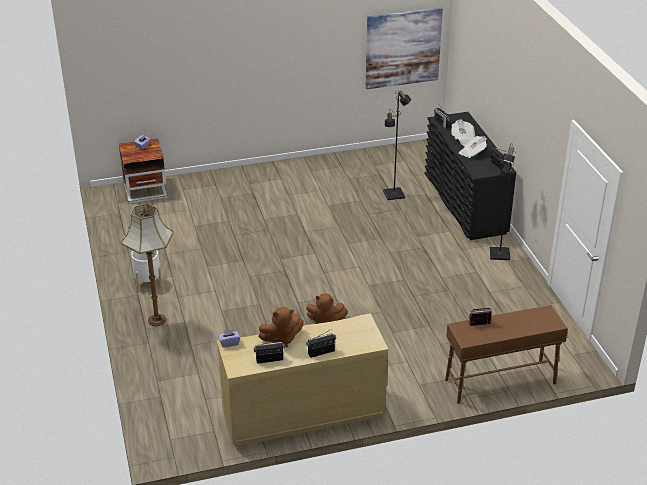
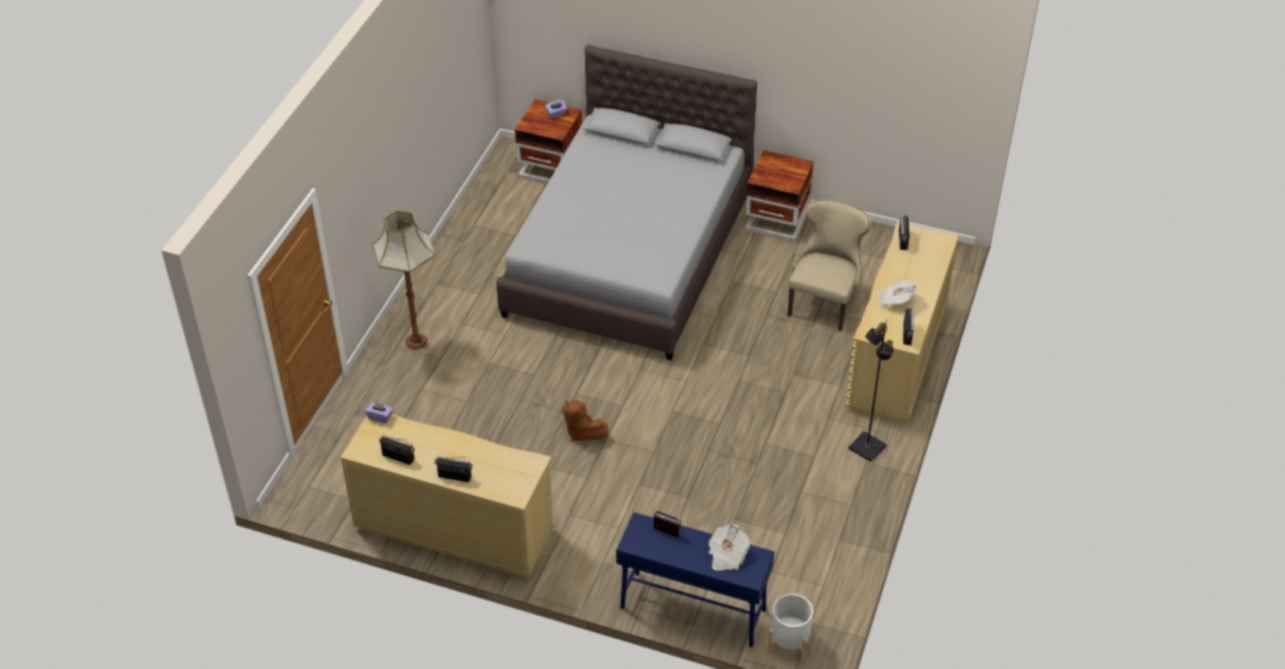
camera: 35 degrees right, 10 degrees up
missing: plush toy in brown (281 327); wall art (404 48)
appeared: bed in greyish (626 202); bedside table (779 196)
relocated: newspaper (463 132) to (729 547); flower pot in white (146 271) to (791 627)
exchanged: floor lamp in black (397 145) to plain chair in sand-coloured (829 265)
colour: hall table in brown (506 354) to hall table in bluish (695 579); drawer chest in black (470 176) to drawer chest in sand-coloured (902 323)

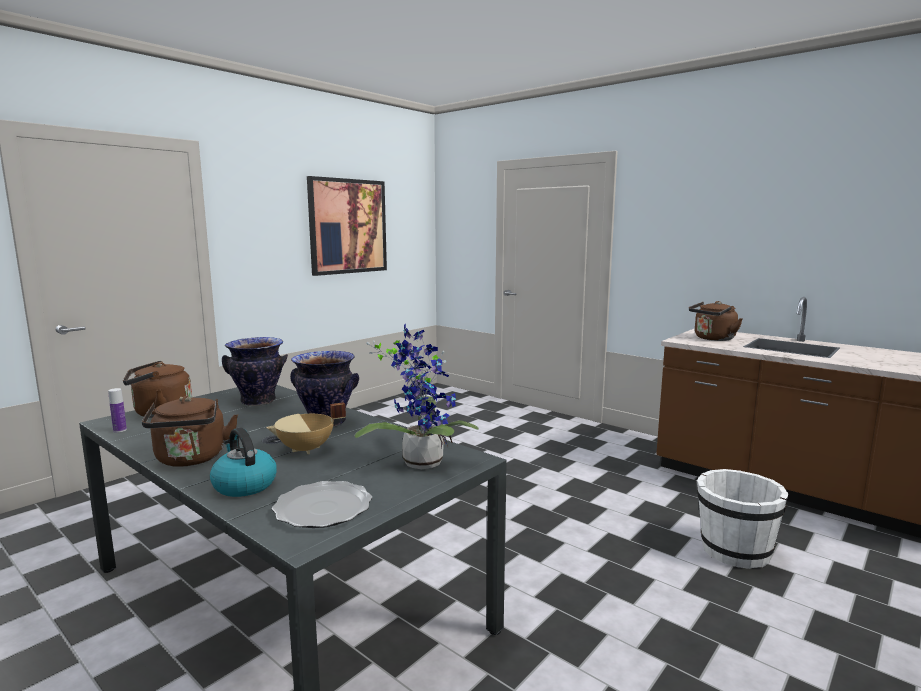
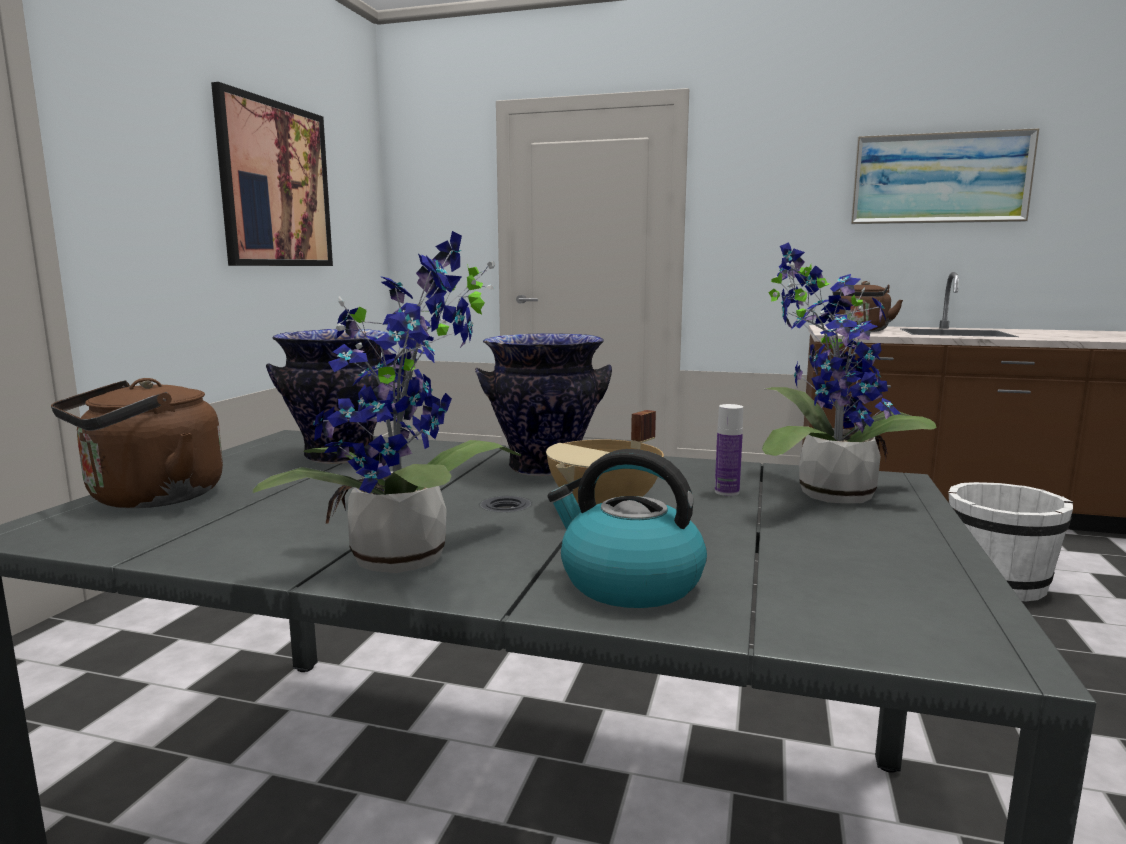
camera: 25 degrees left, 0 degrees up
missing: plate (322 504)
appeared: wall art (945 176)
relocated: beverage bottle (117 410) to (729 450)
exchanged: tea kettle in brown (190 431) to plant in a pot (387 402)

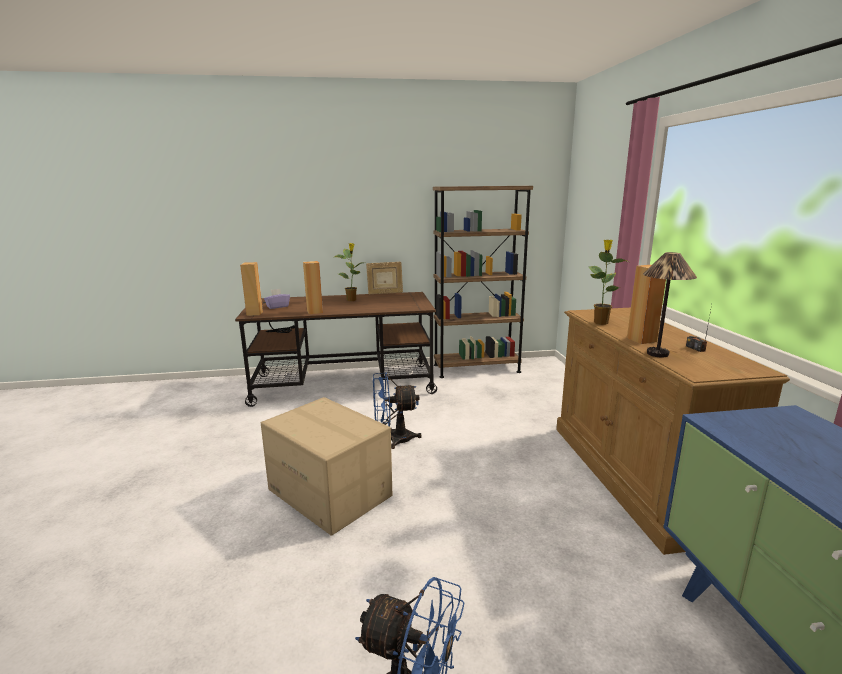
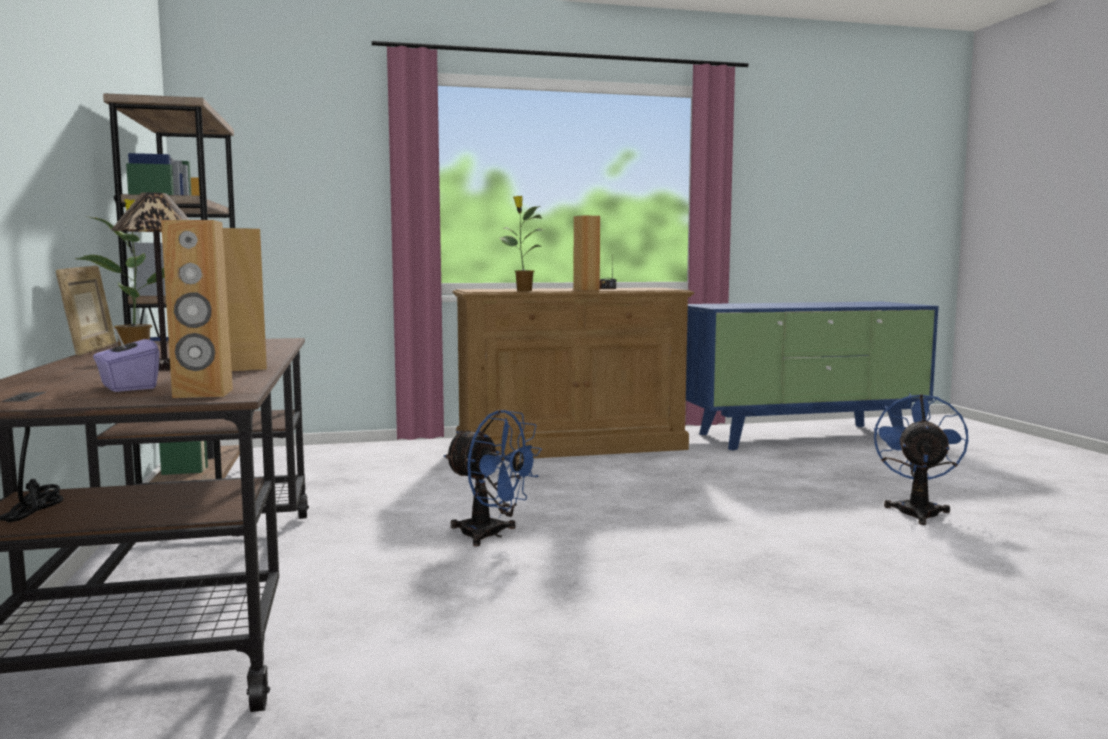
camera: 95 degrees left, 10 degrees down
missing: cardboard box (326 466)
relocated: tabletop lamp (670 305) to (150 281)
spun: fan in bluish (397 411) = (493 478) 45 degrees counterclockwise

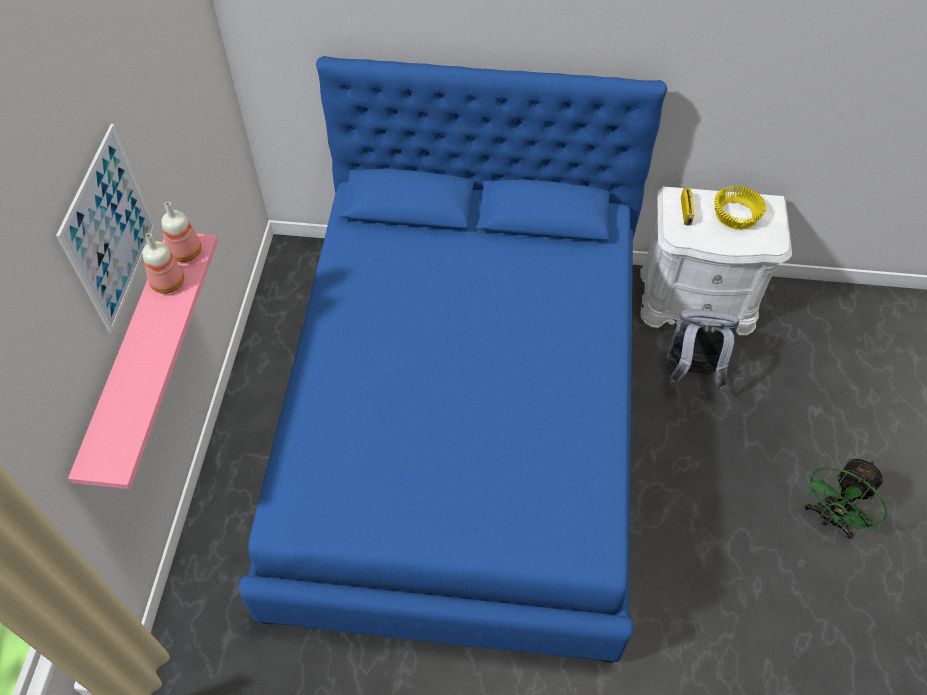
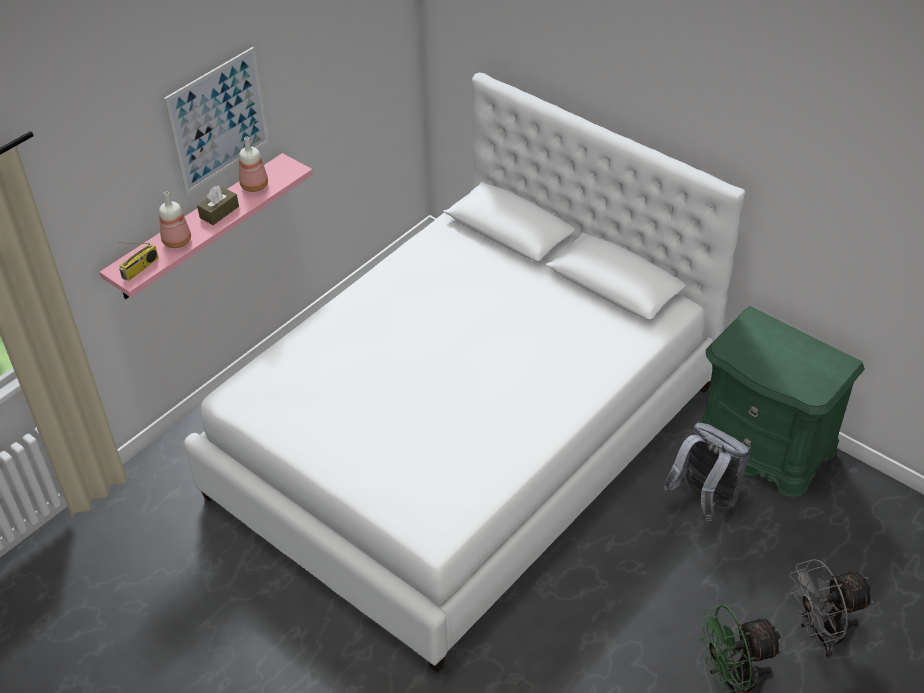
camera: 35 degrees right, 10 degrees down
missing: serving bowl in yellow-coloured (740 208)
appeared: tissue box in brown (218 205); fan in greyish (831 608)
relocated: radio receiver (688 206) to (139 261); beverage bottle (181 232) to (175 220)
colour: bed in bluish (453 359) to bed in white (465 373); bedside table in white (716 260) to bedside table in green (782 401)

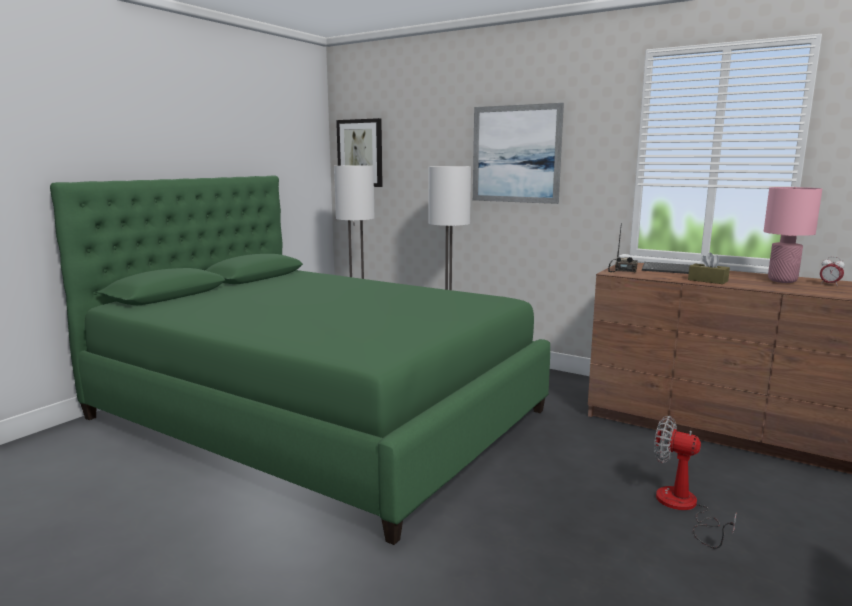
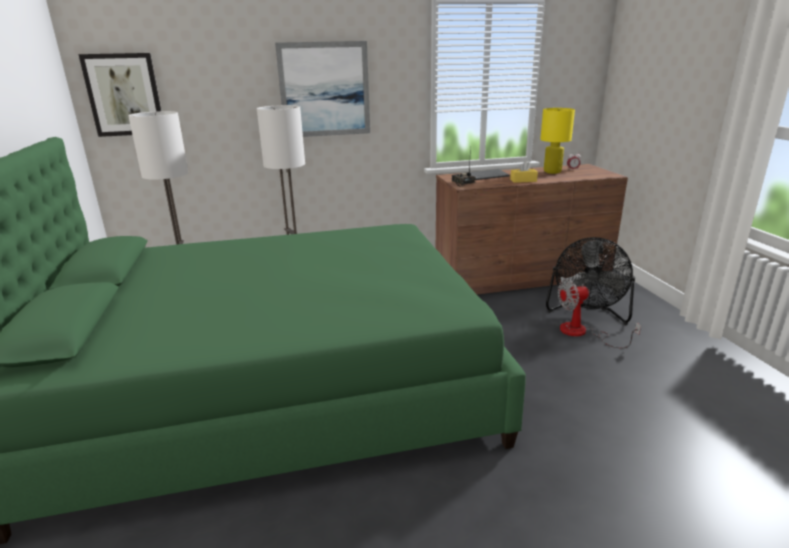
camera: 45 degrees left, 10 degrees up
appeared: fan in black (590 281)
colour: tissue box in brown (709 268) to tissue box in yellow-coloured (524 172); tabletop lamp in pink-coloured (793 235) to tabletop lamp in yellow-coloured (557 141)

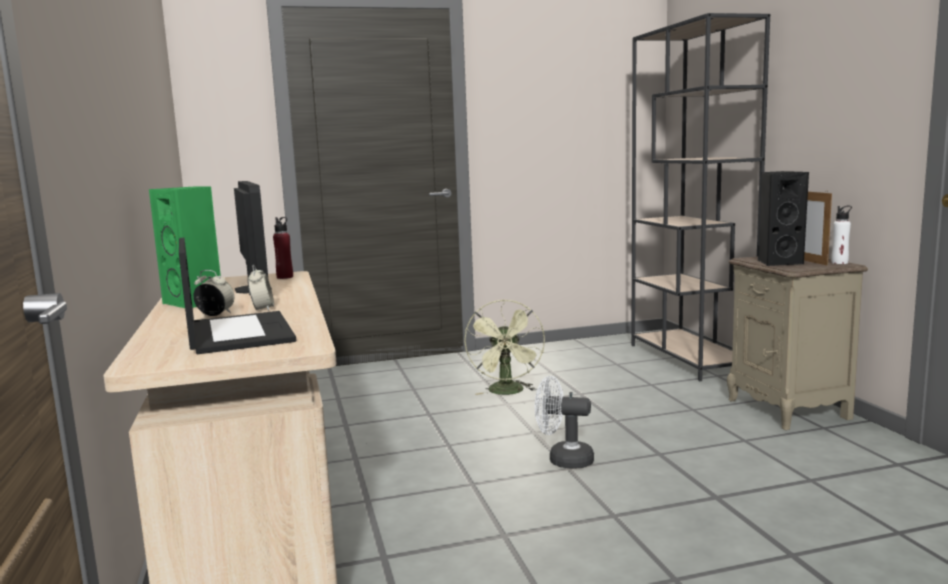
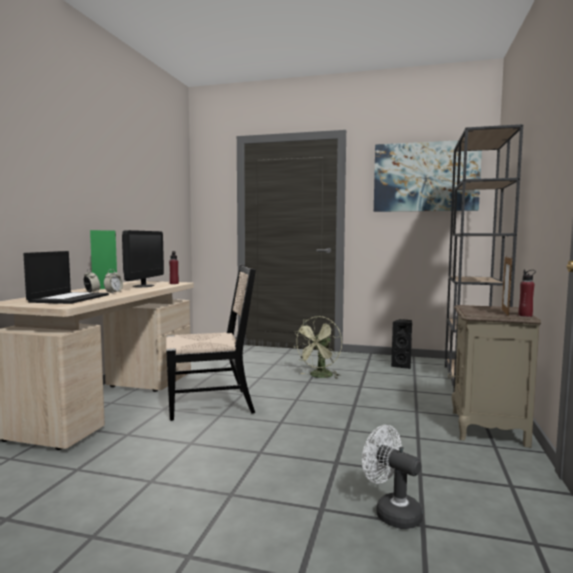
camera: 30 degrees right, 5 degrees down
appeared: plain chair (211 343); wall art (428 176)
relocated: fan in white (564 422) to (392 477); speaker in black (783 218) to (401 344)
colour: beverage bottle in white (841 234) to beverage bottle in reddish (527 293)

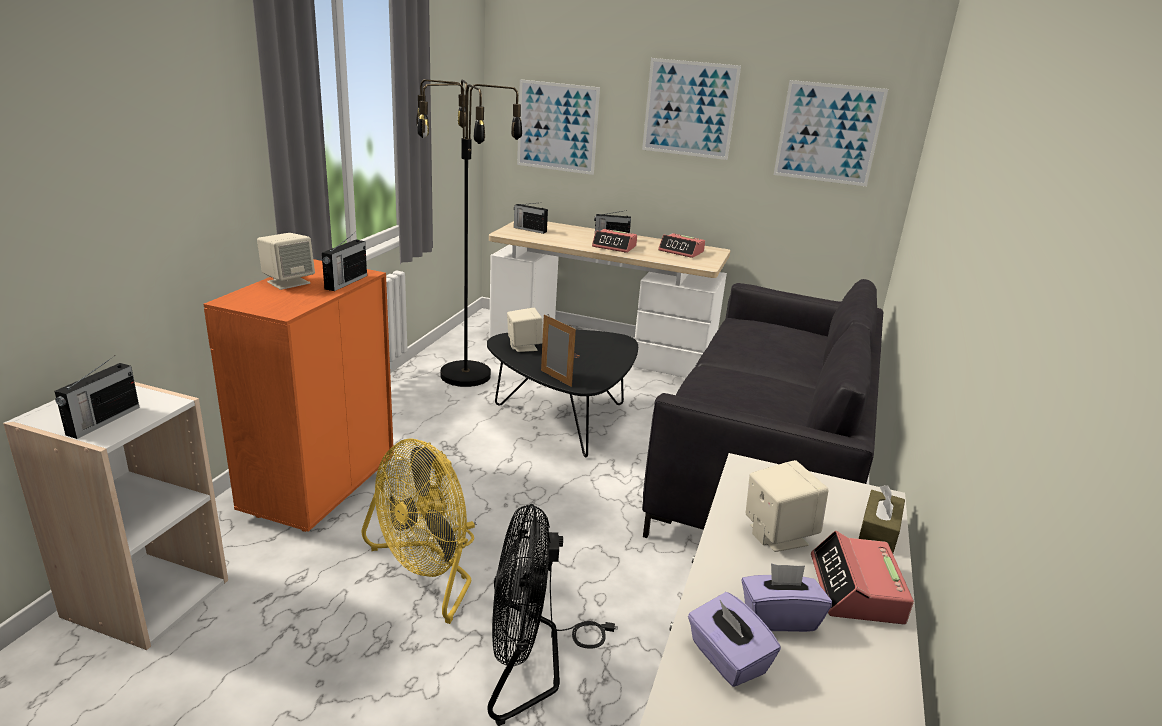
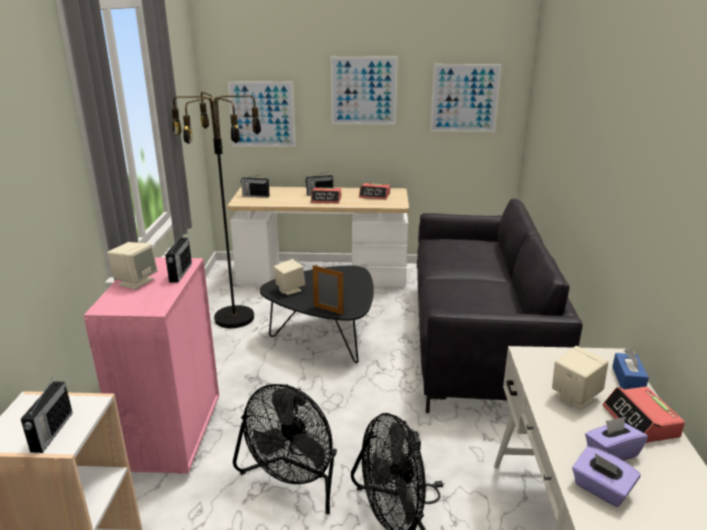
camera: 15 degrees left, 0 degrees up
colour: cabinet in orangey (298 395) to cabinet in pink-coloured (151 365); fan in yellow-coloured (419 531) to fan in black (285 449); tissue box in brown (882 519) to tissue box in bluish (630 369)

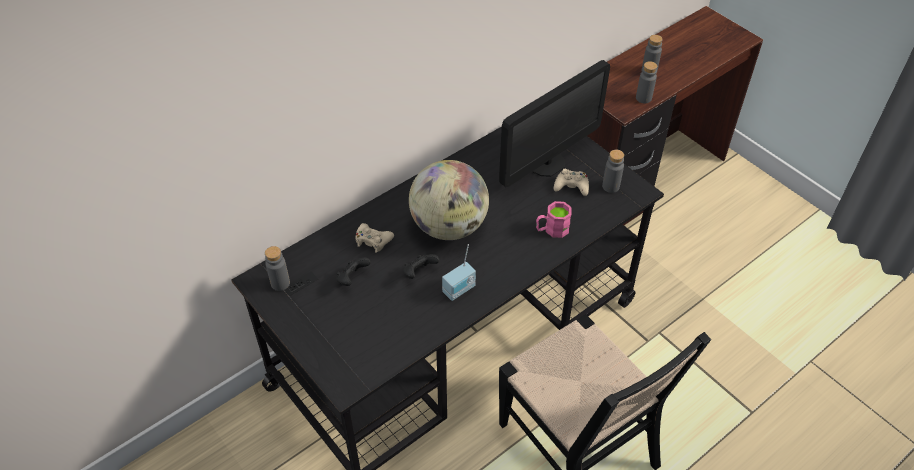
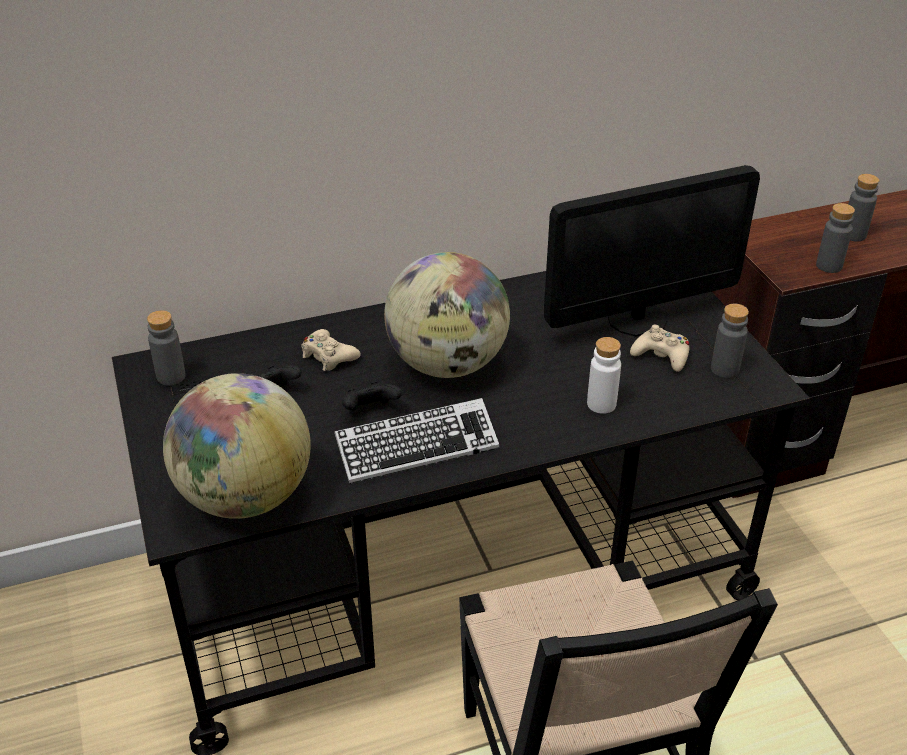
camera: 20 degrees right, 10 degrees down
appeared: desk globe (237 446)
exchanged: radio receiver (459 272) to computer keyboard (416 441); tea mug in pink-coloured (554 219) to beverage bottle in white (604 375)

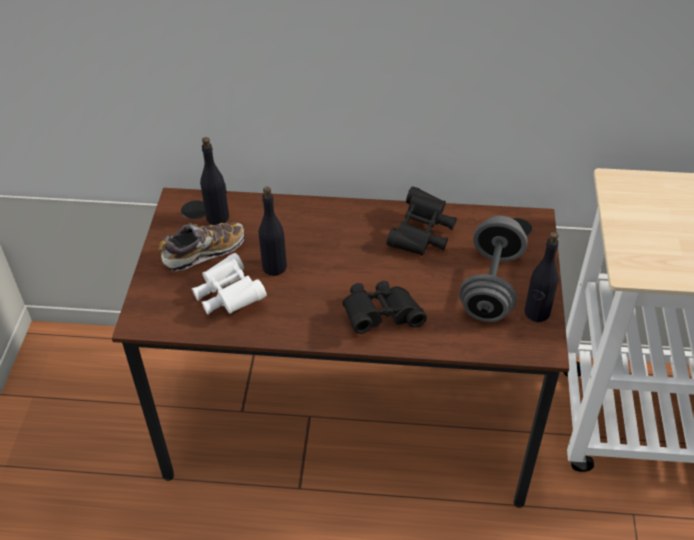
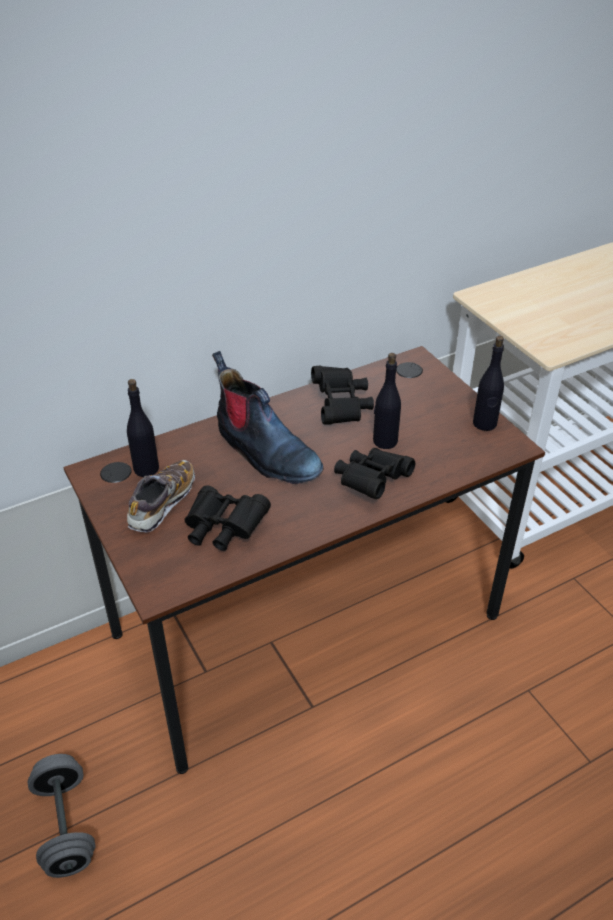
camera: 35 degrees left, 5 degrees down
appeared: tall boot (267 417)
relocated: dumbbell in greyish (493 269) to (62 816); beverage bottle in black (273 231) to (387 401)
colour: field glasses in white (229 284) to field glasses in black (227 518)

